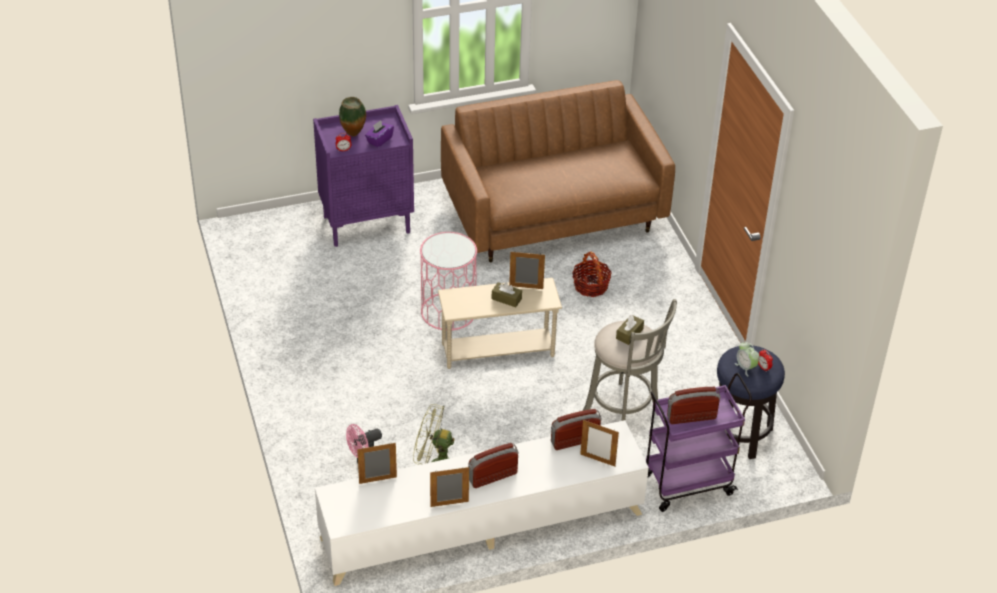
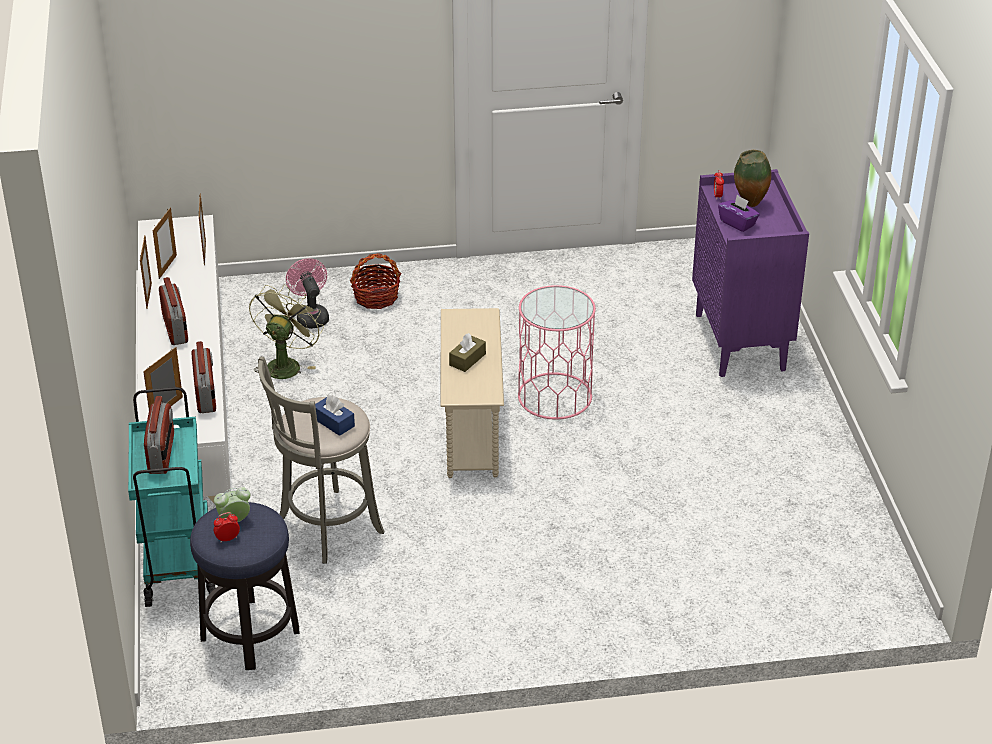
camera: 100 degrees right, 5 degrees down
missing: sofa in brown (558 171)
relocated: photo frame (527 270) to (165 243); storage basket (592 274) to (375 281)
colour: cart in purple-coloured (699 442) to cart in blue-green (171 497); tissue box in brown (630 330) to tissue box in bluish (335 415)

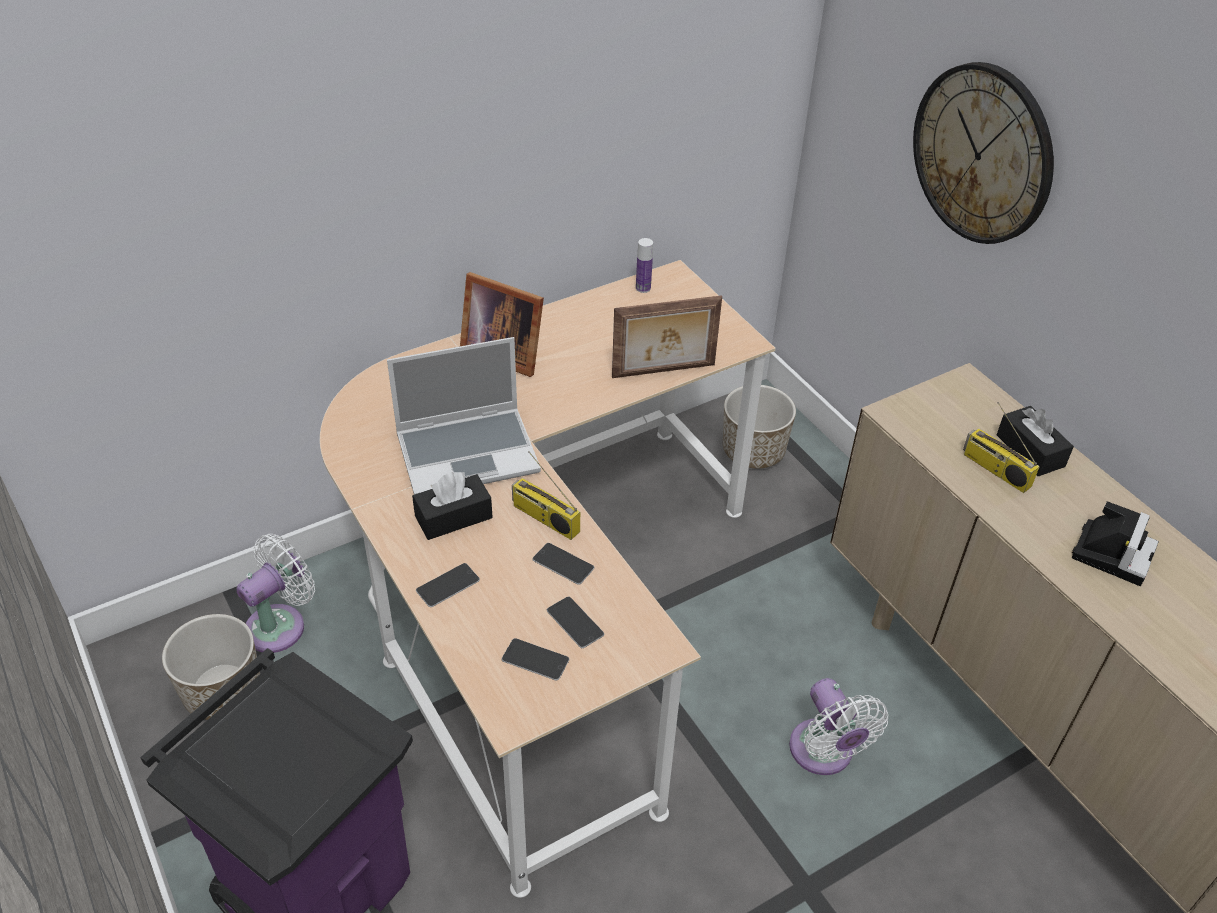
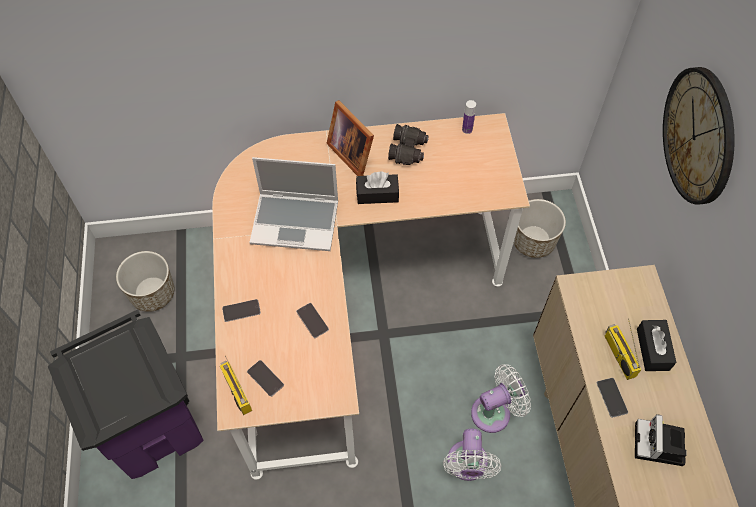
camera: 25 degrees right, 15 degrees up
missing: photo frame (667 336)
appeared: field glasses in black (408 144)
relocated: radio receiver (546 495) to (236 385); tissue box in black (452 506) to (377 187); fan in white (275 593) to (501 398); telephone (575 622) to (612 398)
spun: still camera (1115 543) = (660 440) 135 degrees clockwise

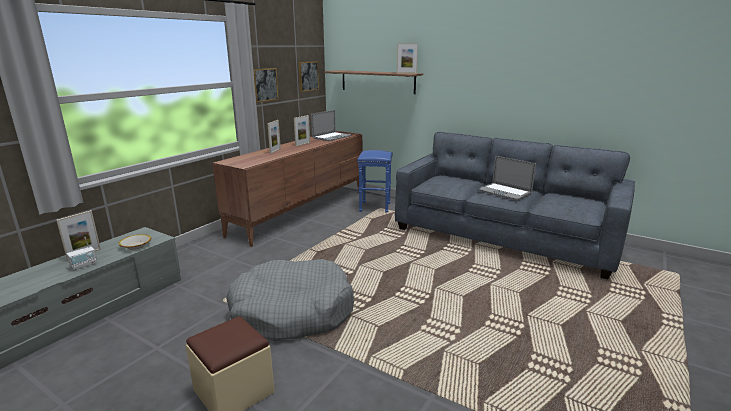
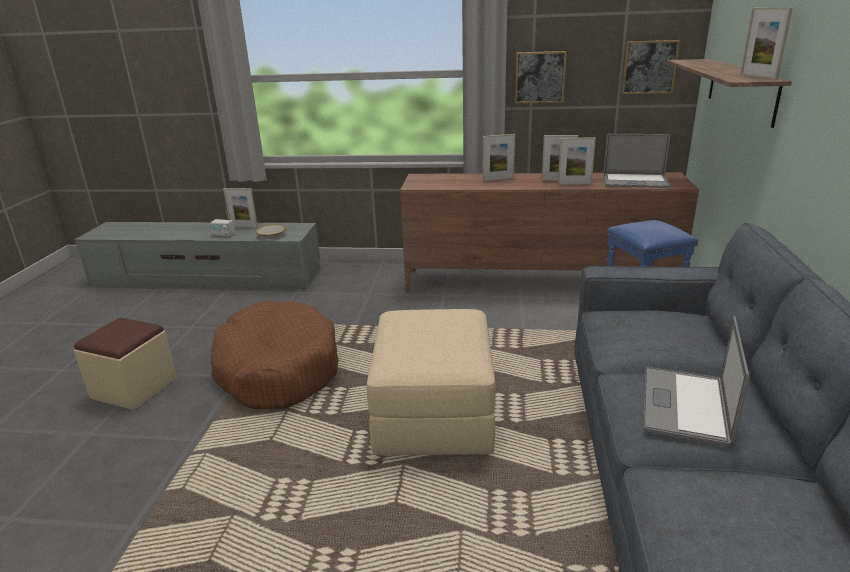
camera: 65 degrees right, 5 degrees up
appeared: ottoman in sand-coloured (431 382); photo frame (577 161)
colour: dog bed in greyish (290 300) to dog bed in brown (274 354)

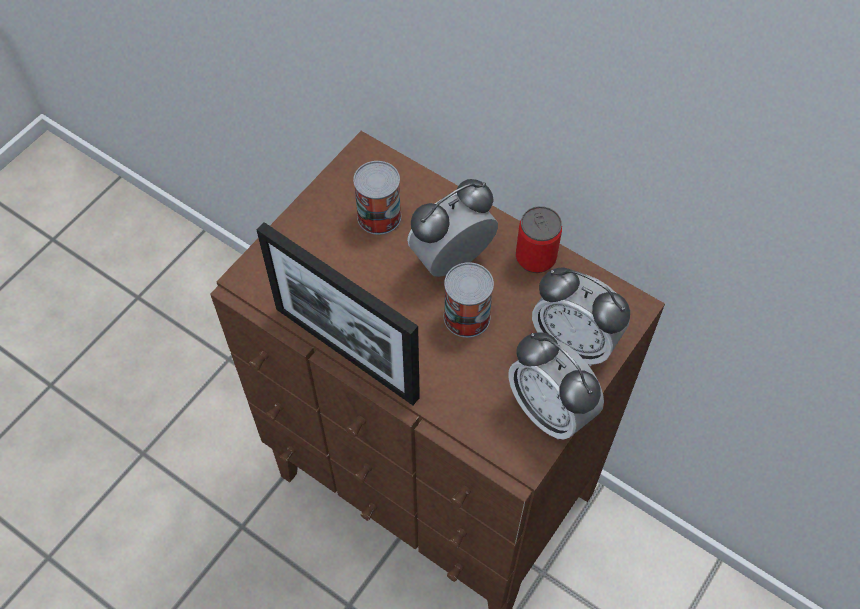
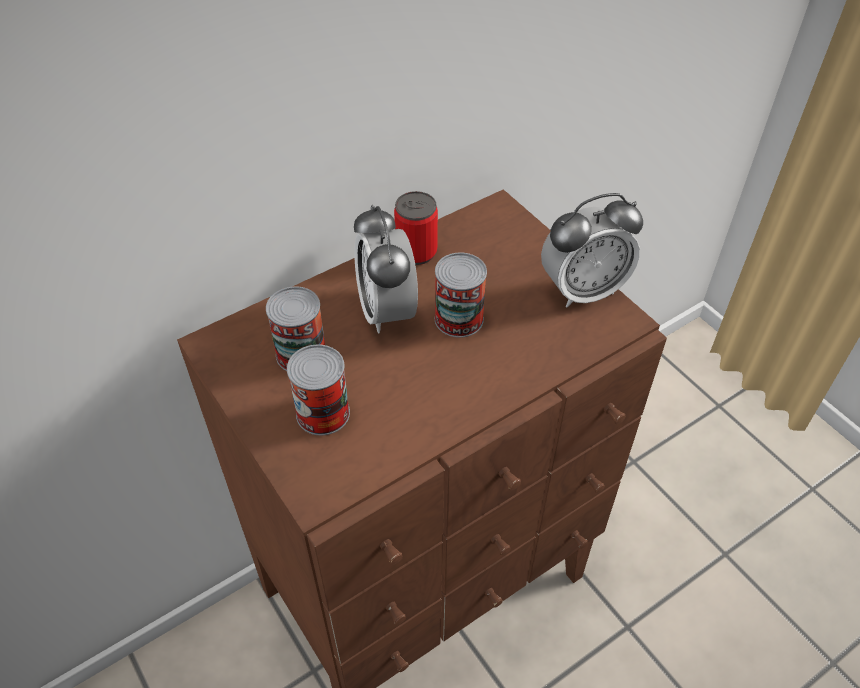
camera: 70 degrees left, 10 degrees down
missing: photo frame (338 313); table clock (581 316)
appeared: can (318 389)

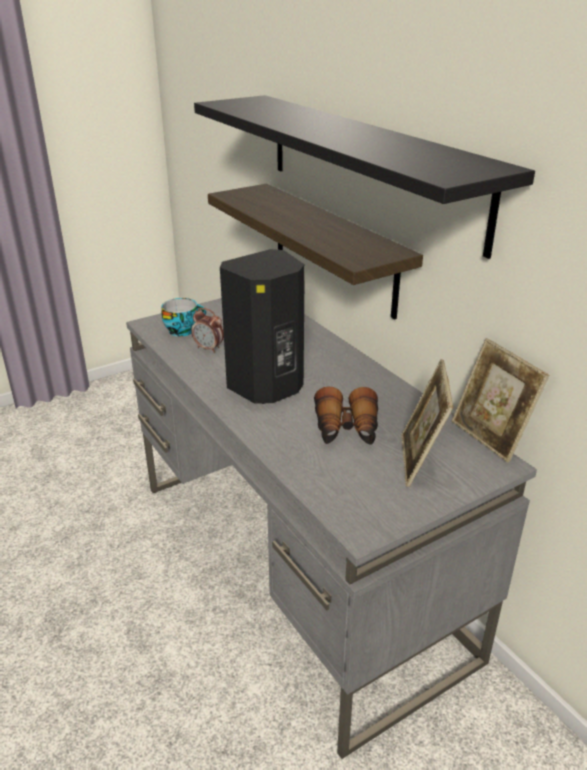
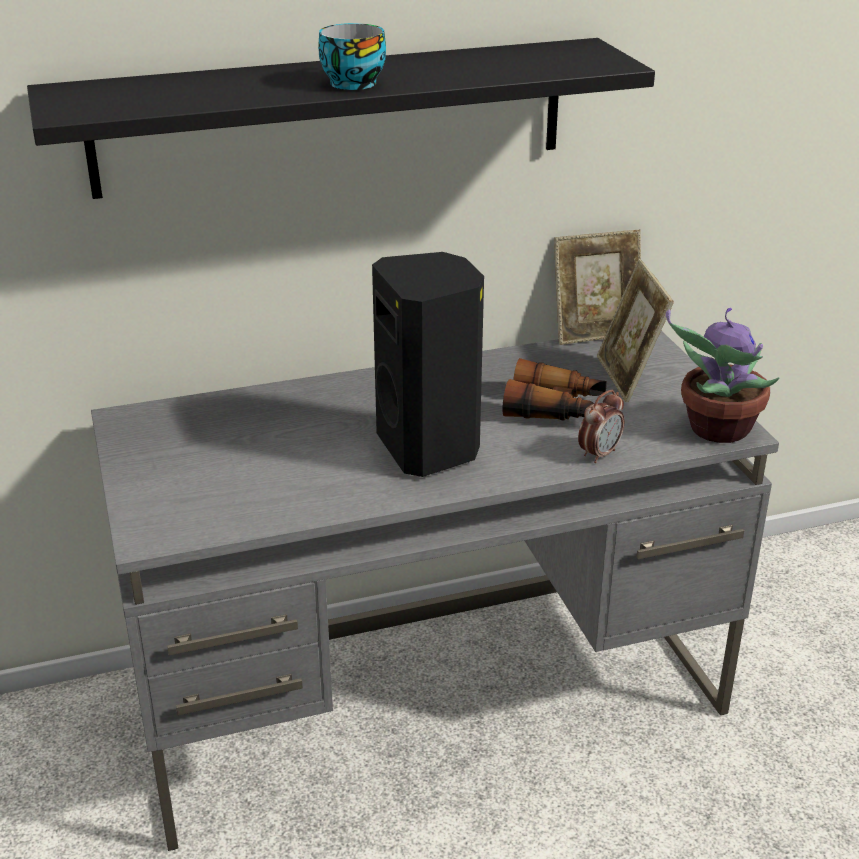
camera: 75 degrees left, 0 degrees up
missing: shelf (315 251)
appeared: plant in a pot (723 375)
relocated: drinking cup (183 317) to (352 56); table clock (207 330) to (601 426)
spun: photo frame (427 423) = (635 330) 60 degrees clockwise

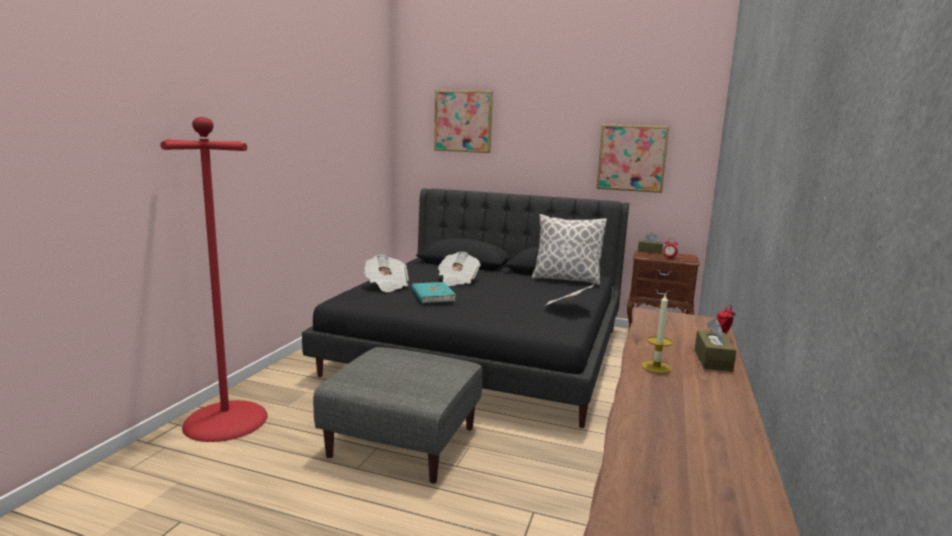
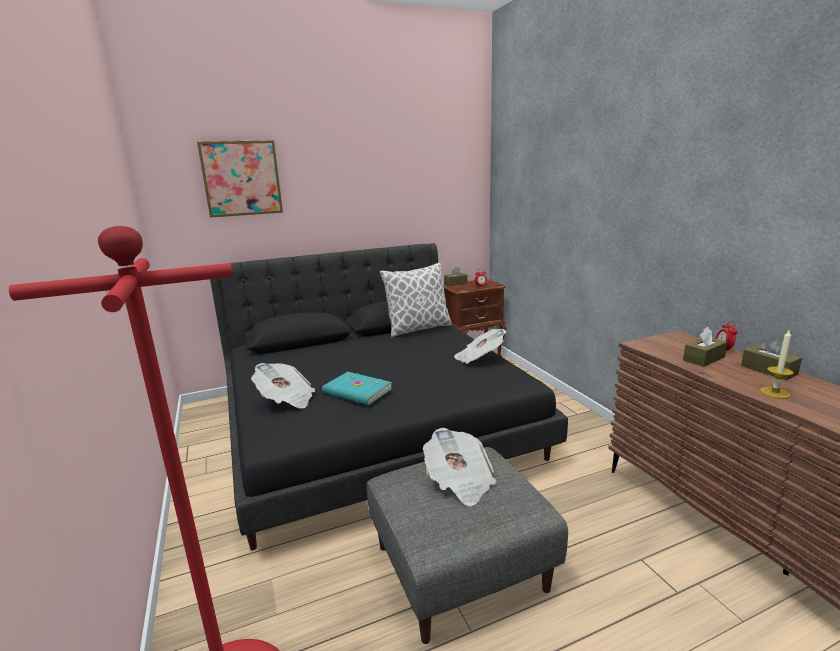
camera: 40 degrees left, 5 degrees up
missing: wall art (632 158)
appeared: tissue box in brown (705 347)
relocated: newspaper (459 269) to (460 467)

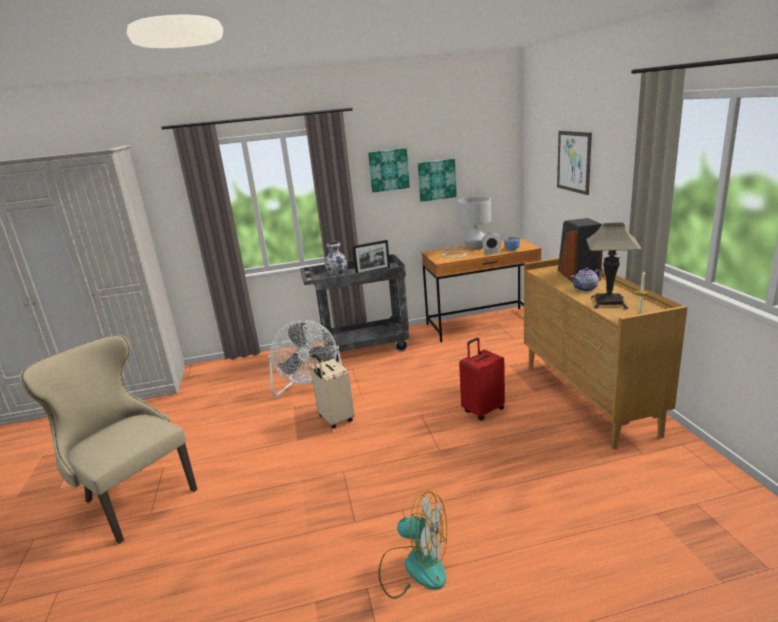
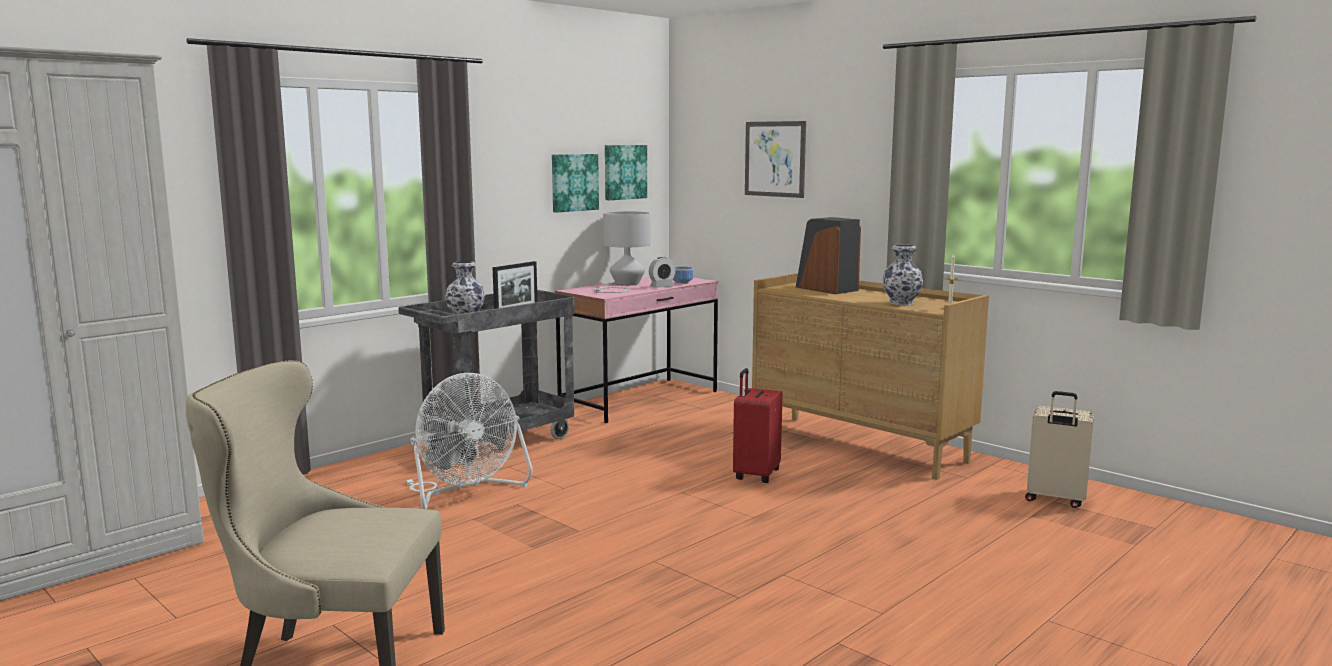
camera: 35 degrees left, 10 degrees down
missing: fan (412 545); pot for tea (586 279)
relocated: wall art (389 170) to (626 172); travel case in sand-coloured (333 391) to (1059 449)
exchanged: tabletop lamp (614 265) to flower vase (902 274)
colour: desk unit in brown (482 290) to desk unit in pink-coloured (636 350)

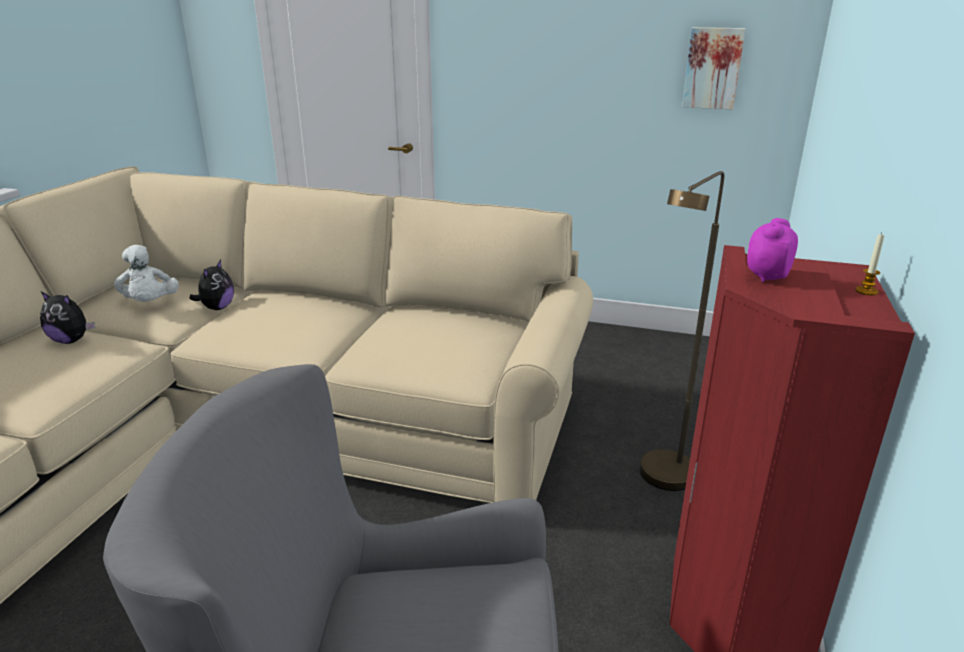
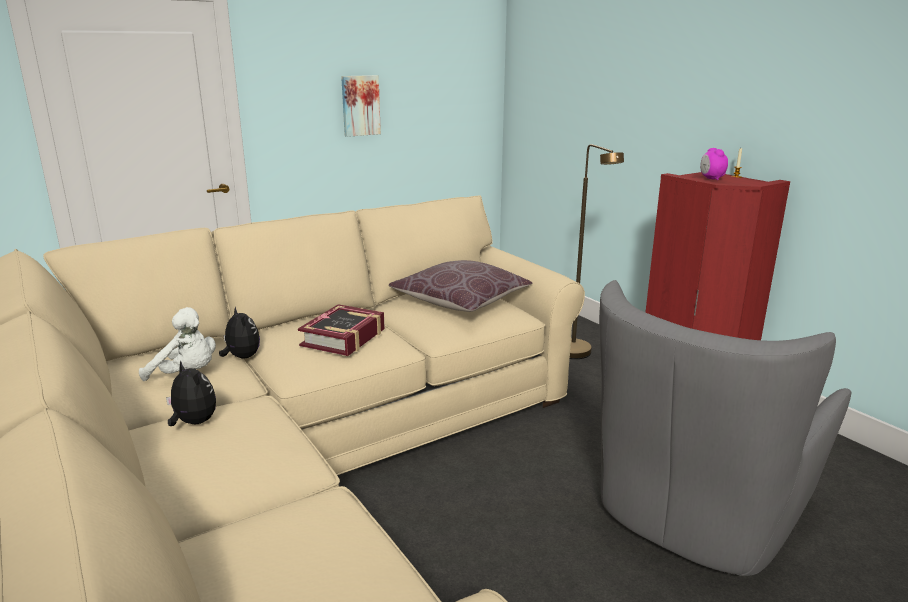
camera: 50 degrees left, 5 degrees down
appeared: bound book (341 330); pillow in brown (461 286)
relocated: wall art (713 68) to (361 106)
spun: plush toy (67 317) = (191 393) 105 degrees counterclockwise

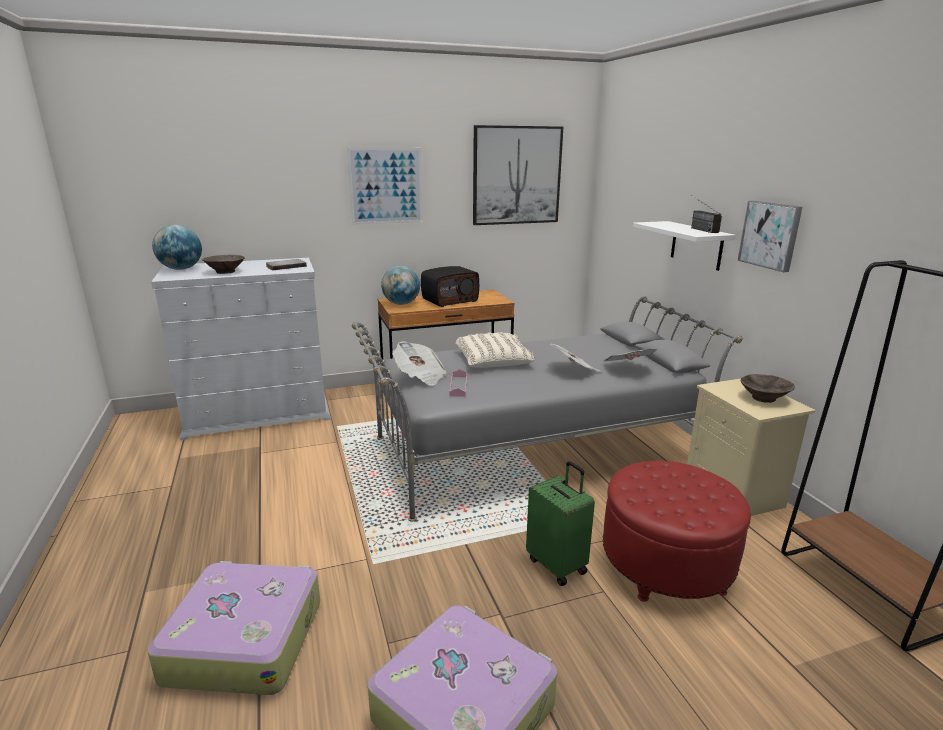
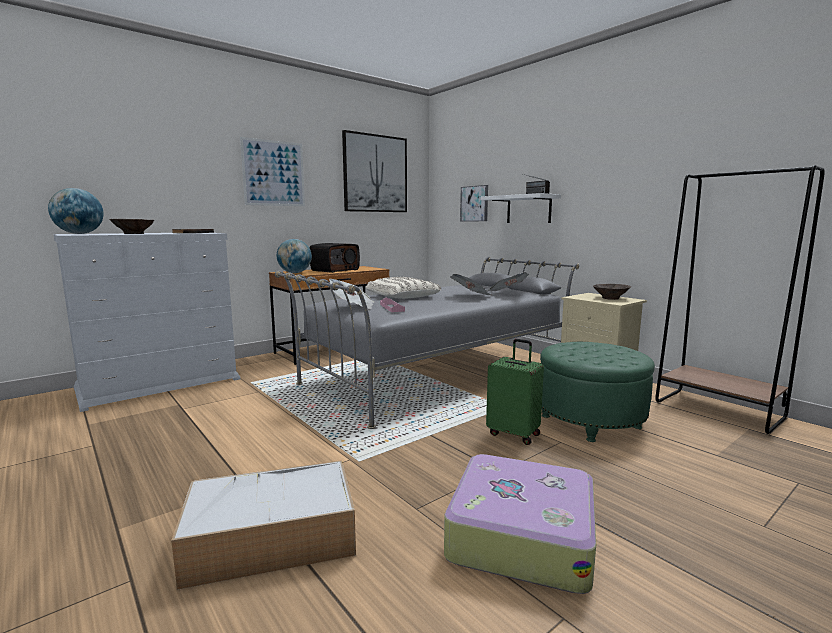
camera: 20 degrees left, 10 degrees down
relocated: wall art (770 236) to (474 203)
exchanged: travel case (234 628) to storage bin (263 525)
colour: ottoman in reddish (677 531) to ottoman in green (597 392)

